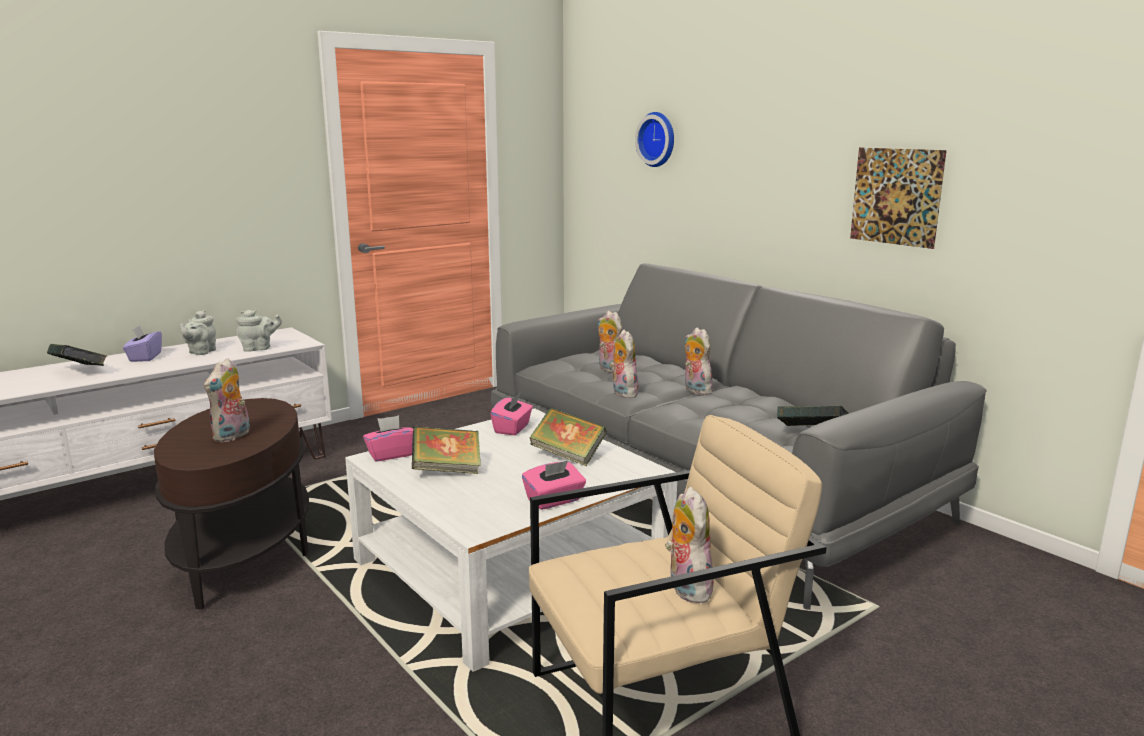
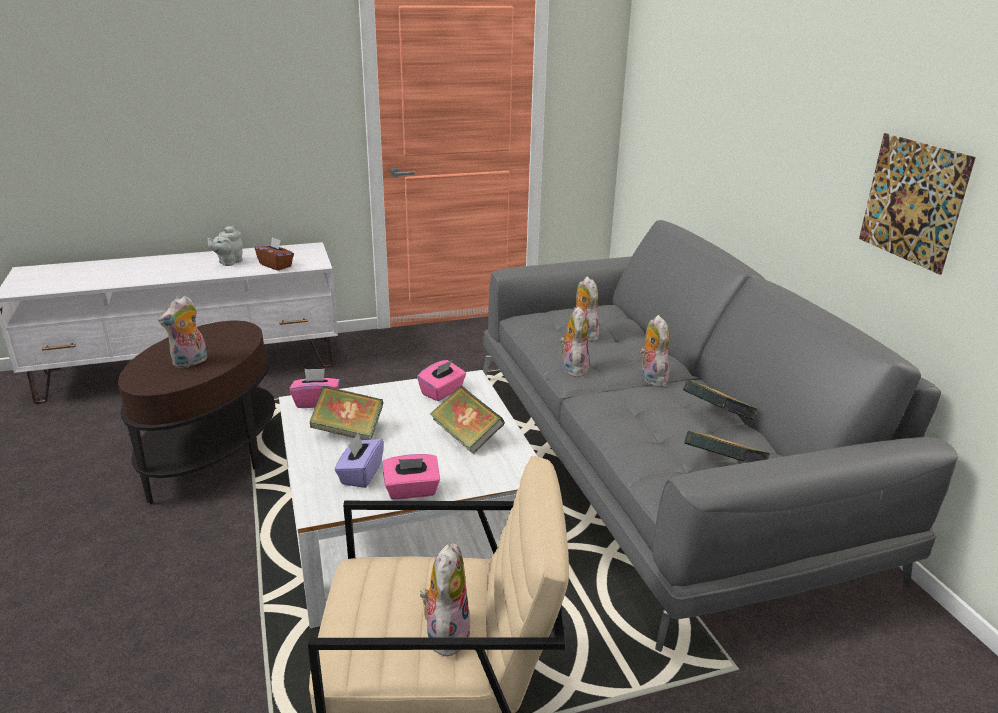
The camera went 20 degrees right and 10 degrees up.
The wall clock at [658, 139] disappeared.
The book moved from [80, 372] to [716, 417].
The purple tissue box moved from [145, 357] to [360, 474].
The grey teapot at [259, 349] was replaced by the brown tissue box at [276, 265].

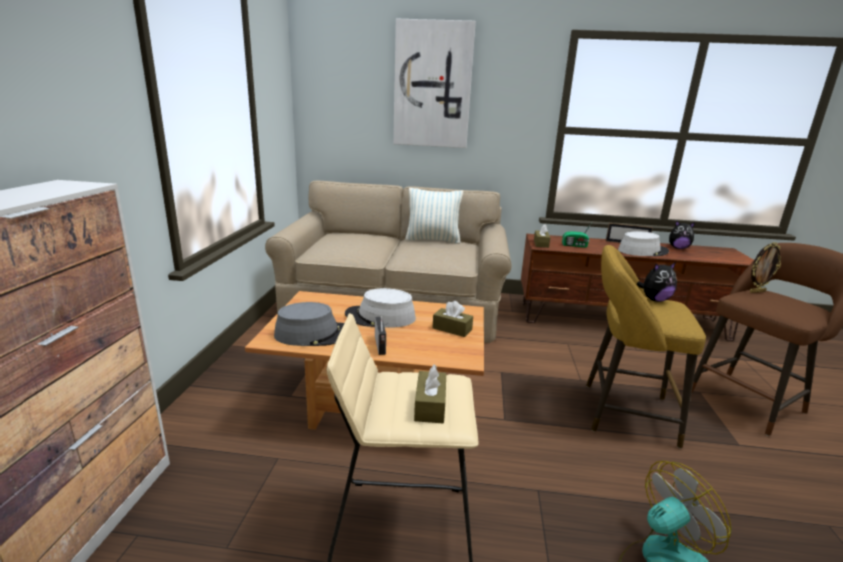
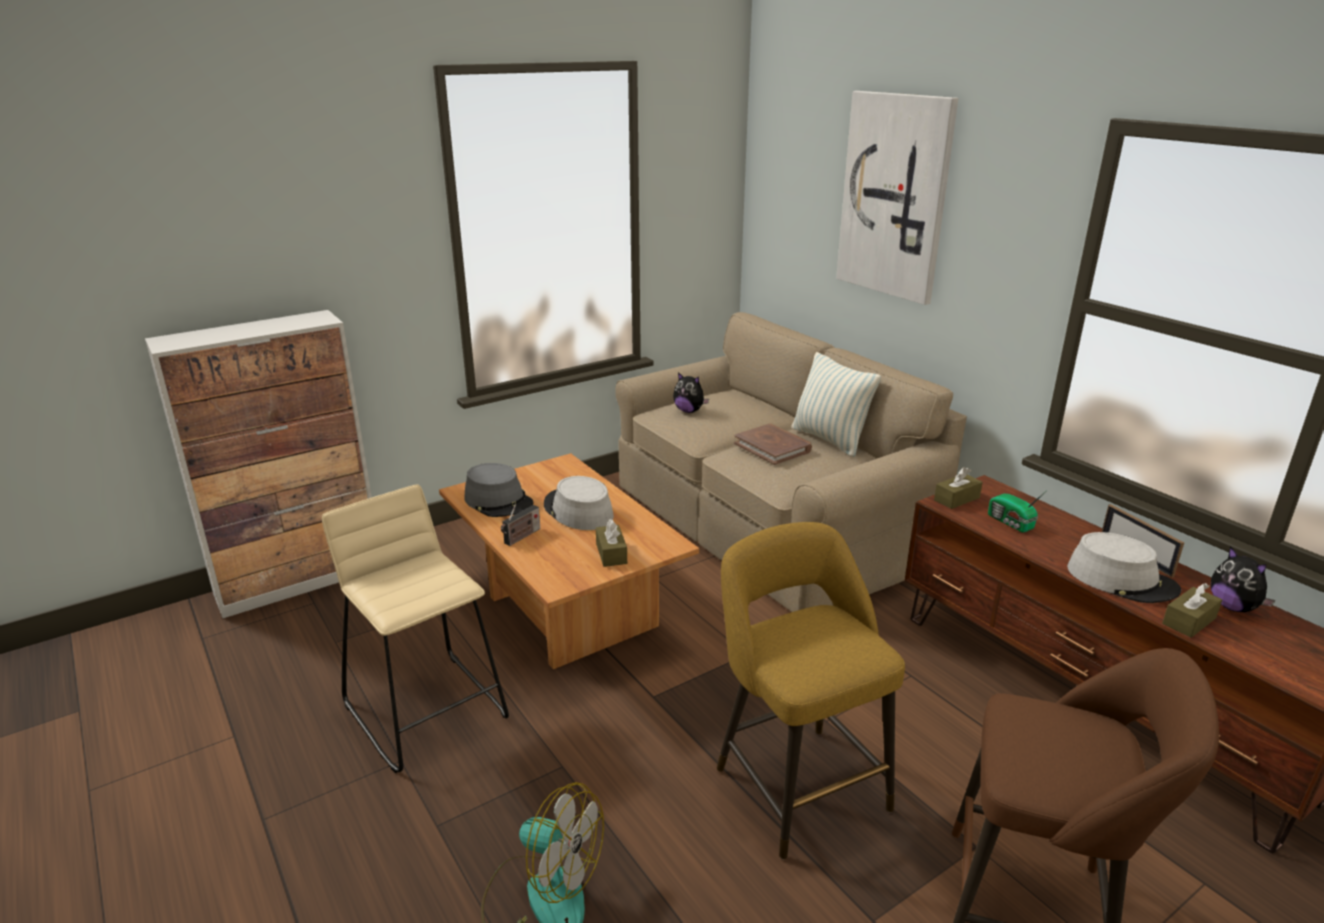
The camera went 50 degrees right and 5 degrees up.
The picture frame at [757, 291] disappeared.
The brown book at [772, 447] appeared.
The brown tissue box moved from [430, 405] to [1189, 621].
The plush toy moved from [654, 299] to [689, 411].

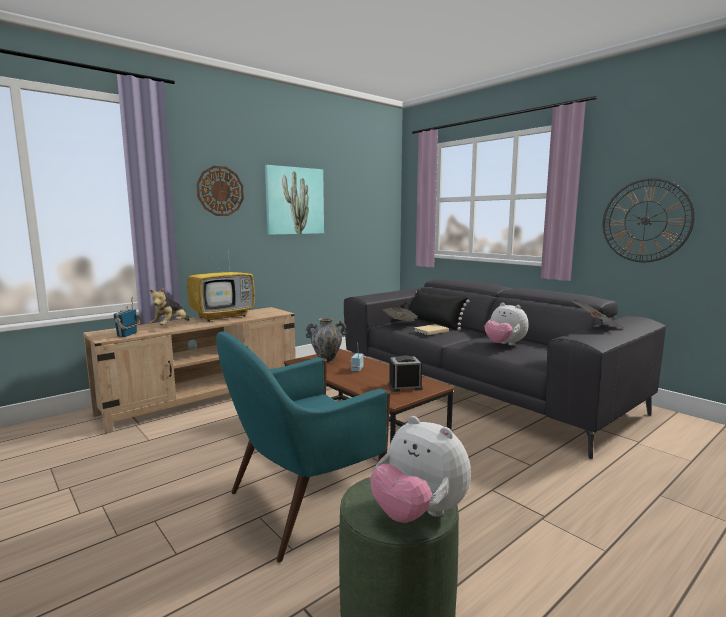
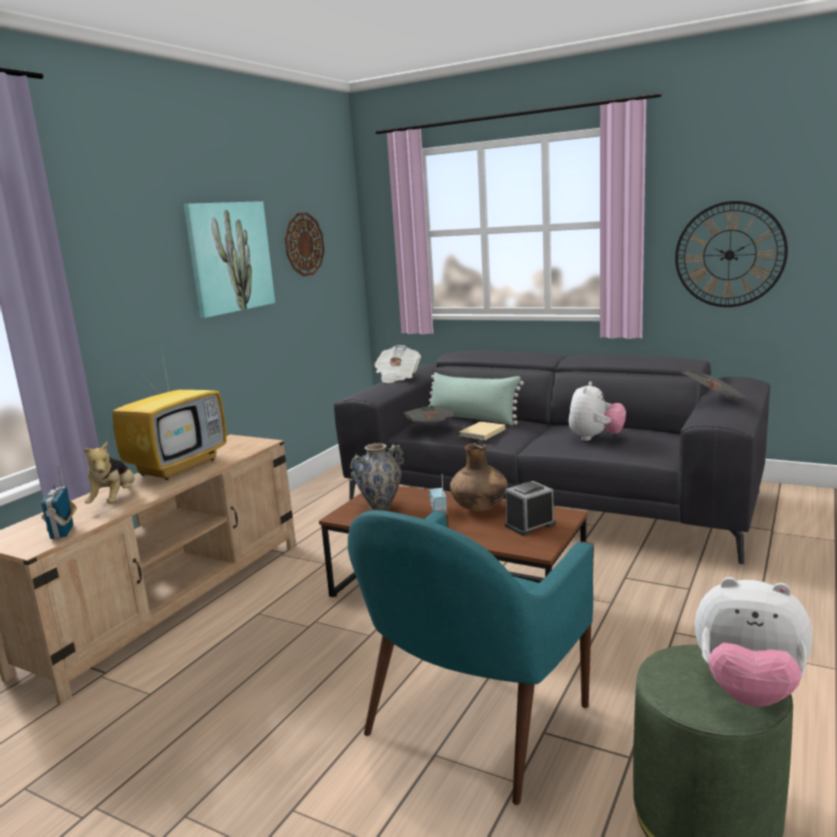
The camera went 20 degrees left and 5 degrees up.
The newspaper at [397, 377] appeared.
The brown vase at [480, 508] appeared.
The wall clock moved from [220, 191] to [304, 244].
The black pillow at [435, 323] became the green pillow at [472, 419].
The plush toy at [504, 345] turned 90 degrees counterclockwise.

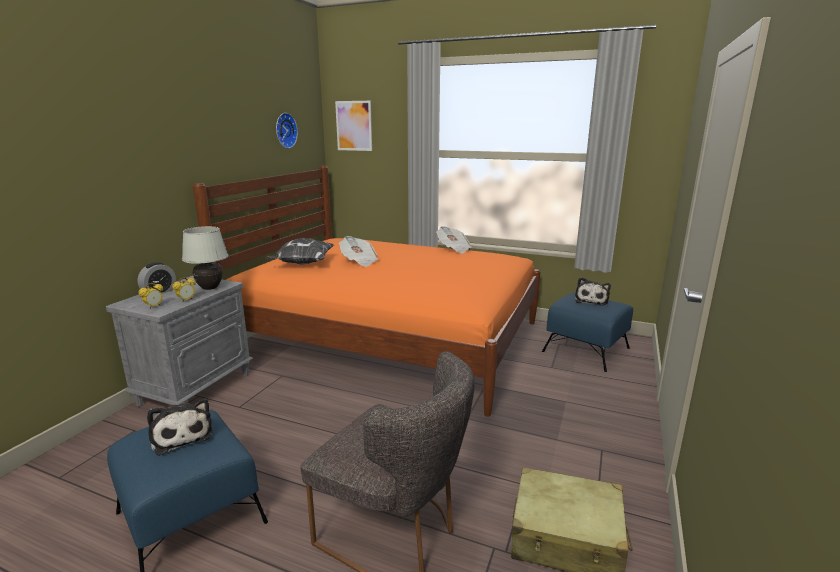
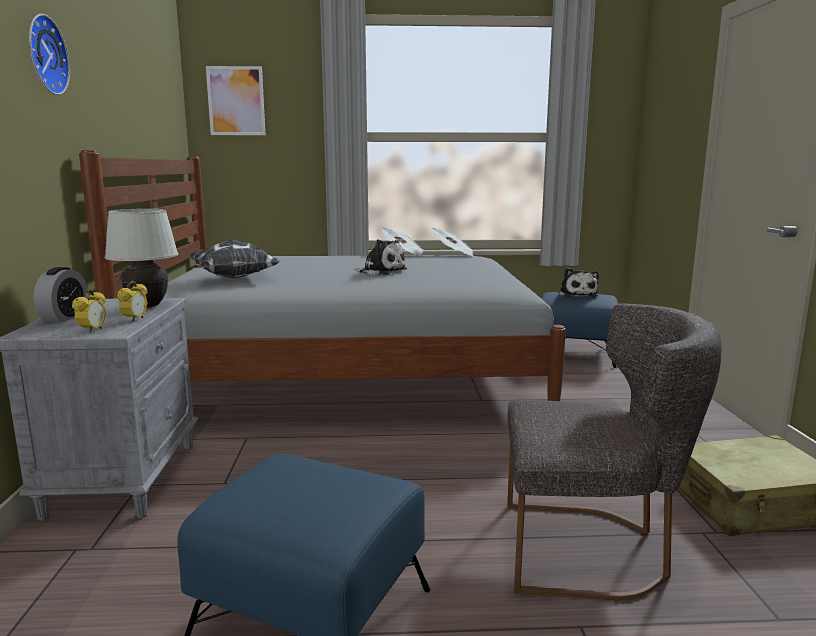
The camera went 25 degrees left and 5 degrees down.
The plush toy moved from [181, 435] to [381, 271].
The wall clock moved from [284, 130] to [43, 55].
The newspaper moved from [359, 261] to [453, 254].
The orange bed at [389, 339] became the grey bed at [348, 377].

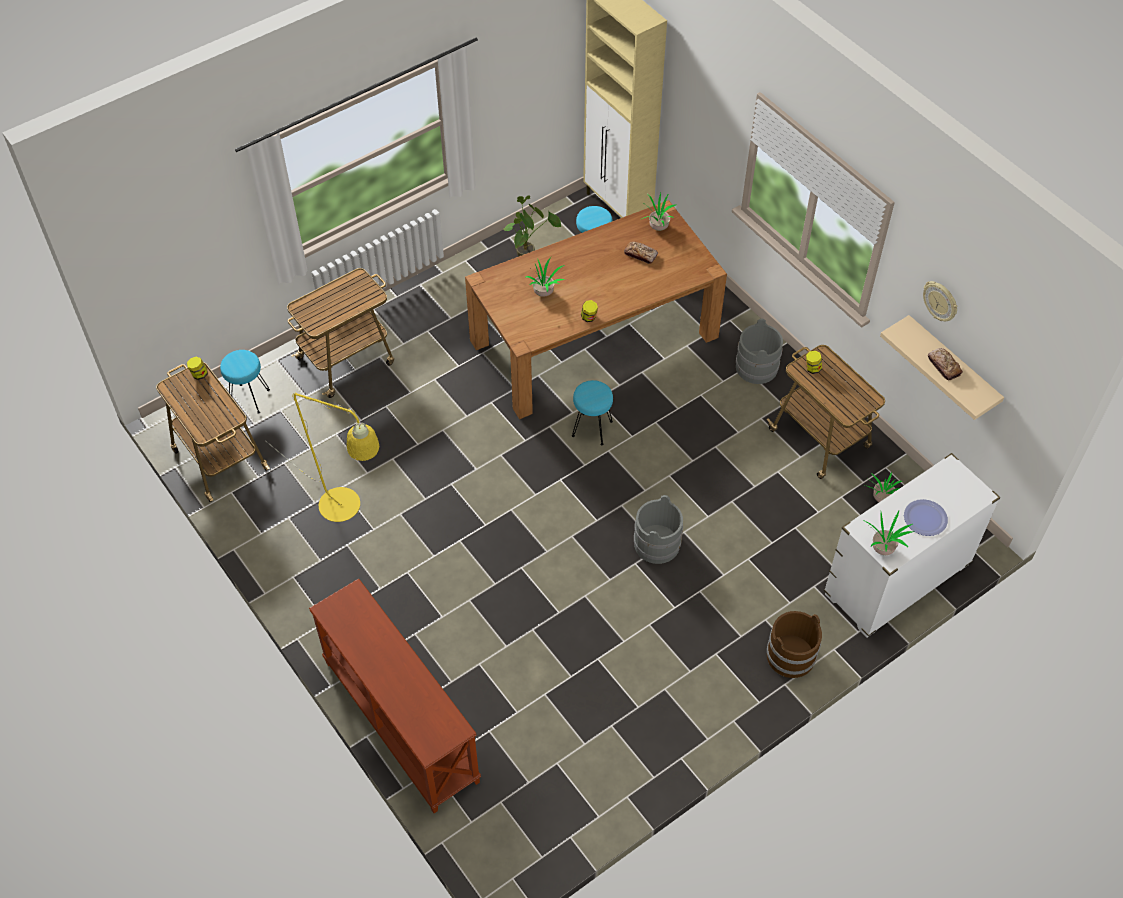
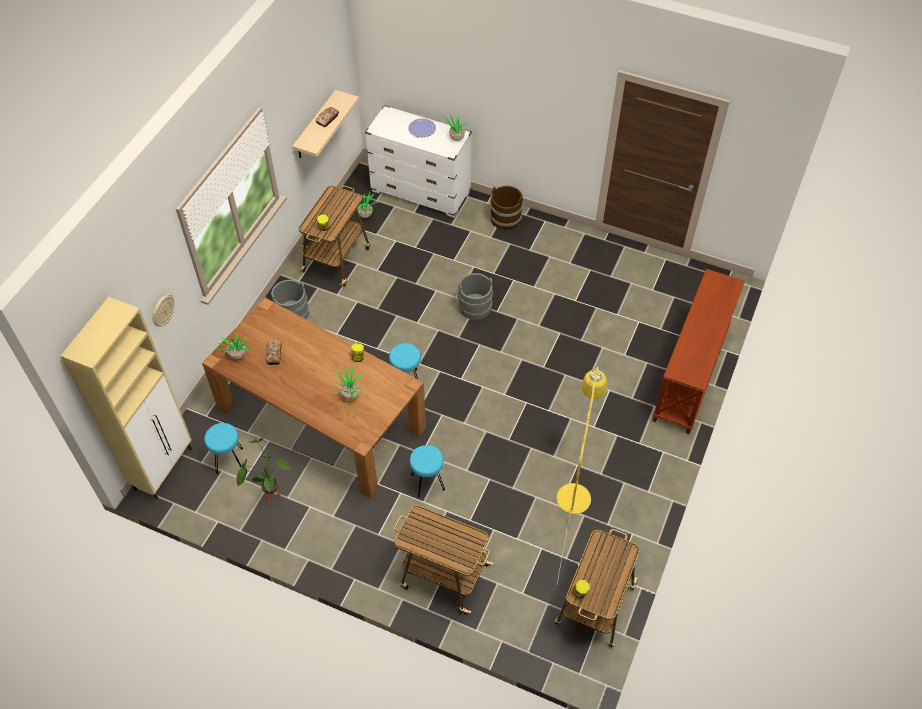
The camera went 120 degrees left and 0 degrees up.
The turquoise stool moved from [249, 398] to [427, 482].
The wall clock moved from [940, 301] to [162, 311].

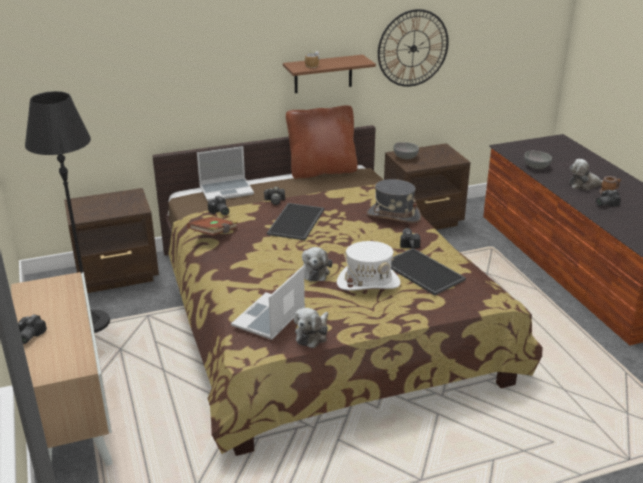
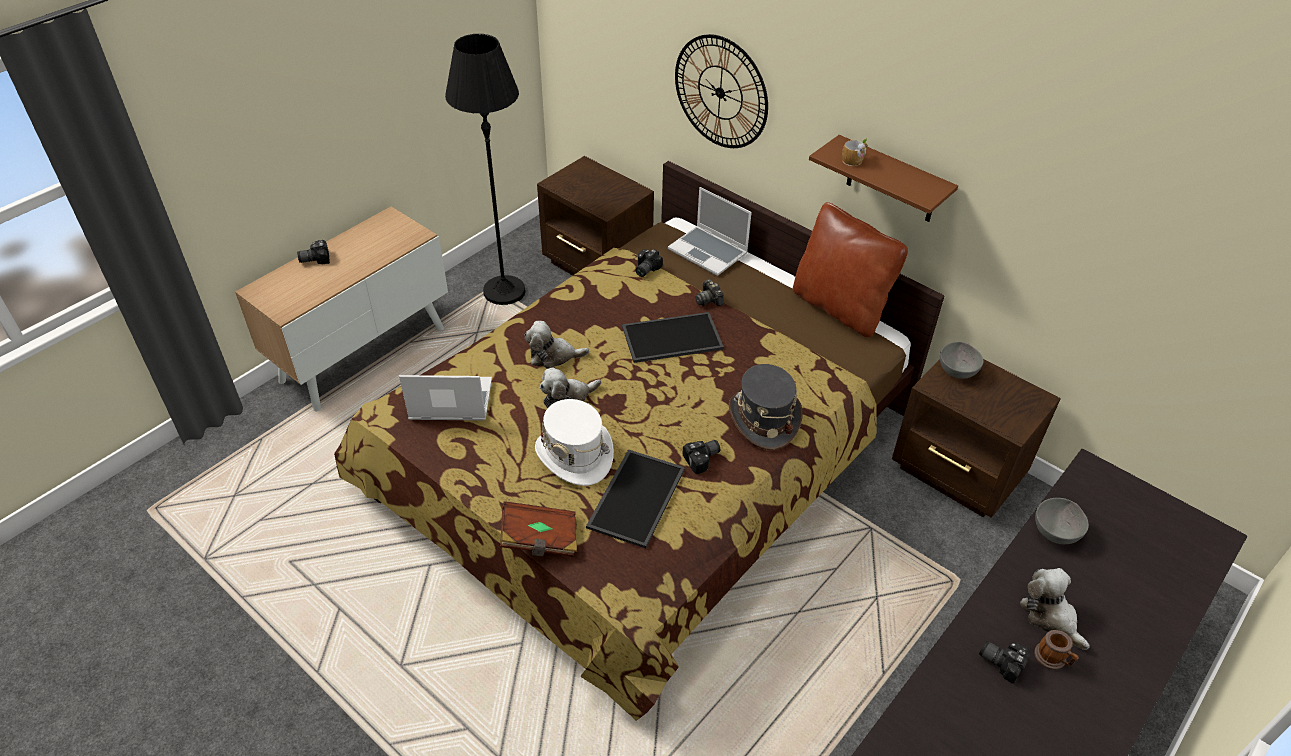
The camera went 60 degrees right and 15 degrees up.
The brown book moved from [214, 234] to [540, 540].
The plush toy moved from [312, 334] to [553, 356].
The wall clock moved from [413, 48] to [720, 92].

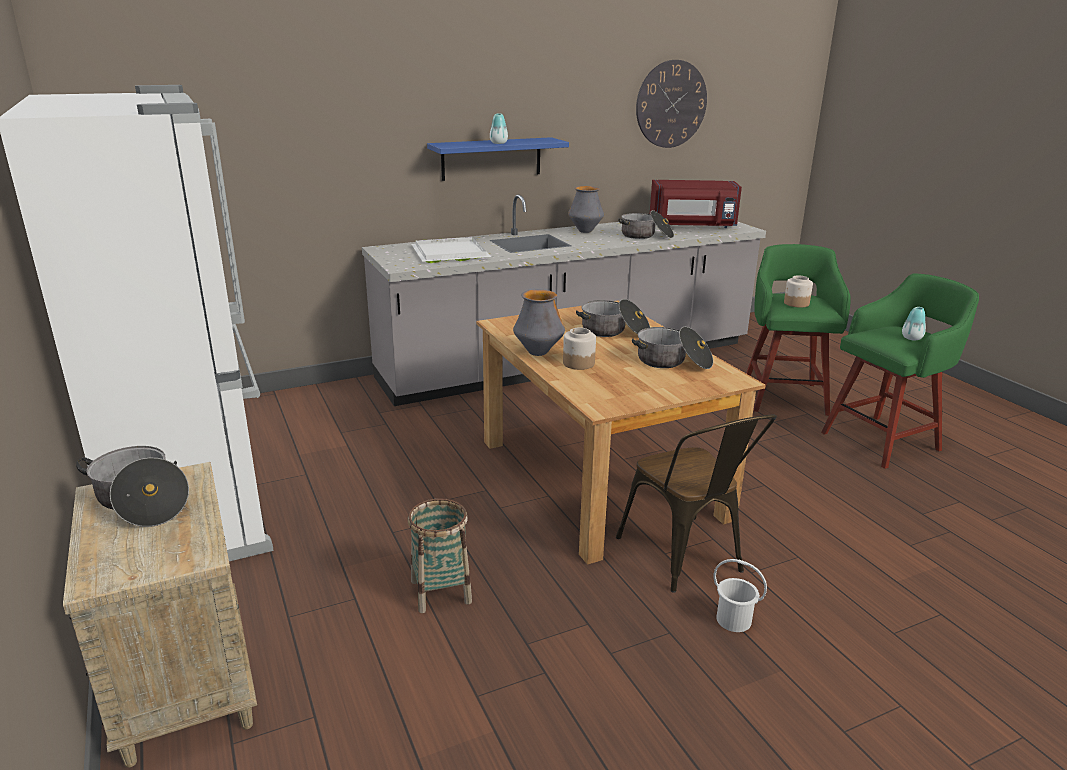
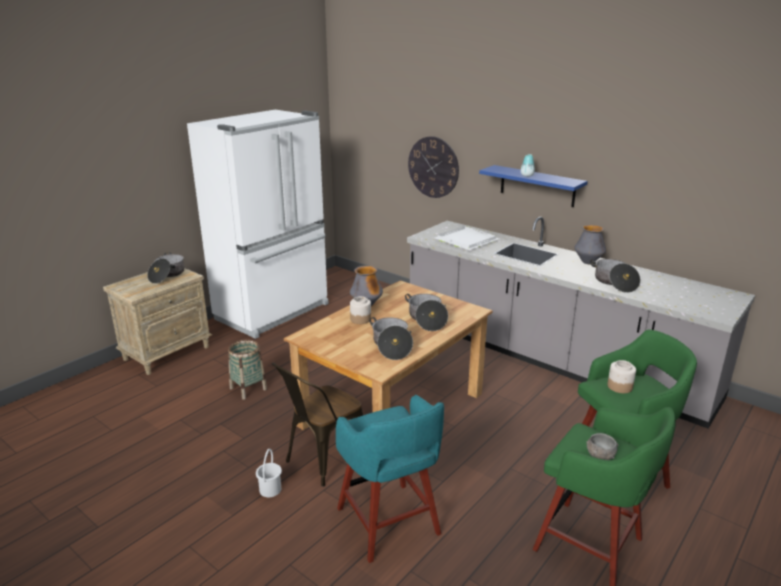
The camera went 65 degrees right and 0 degrees up.
The red microwave at [692, 226] disappeared.
The turquoise stool at [389, 523] appeared.
The wall clock moved from [671, 104] to [433, 167].
The vase at [911, 338] was replaced by the grey bowl at [600, 455].

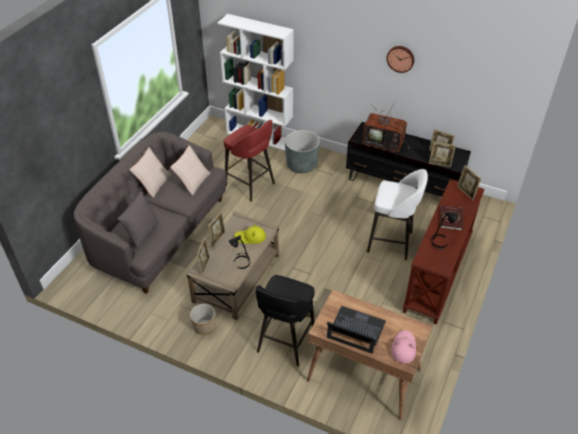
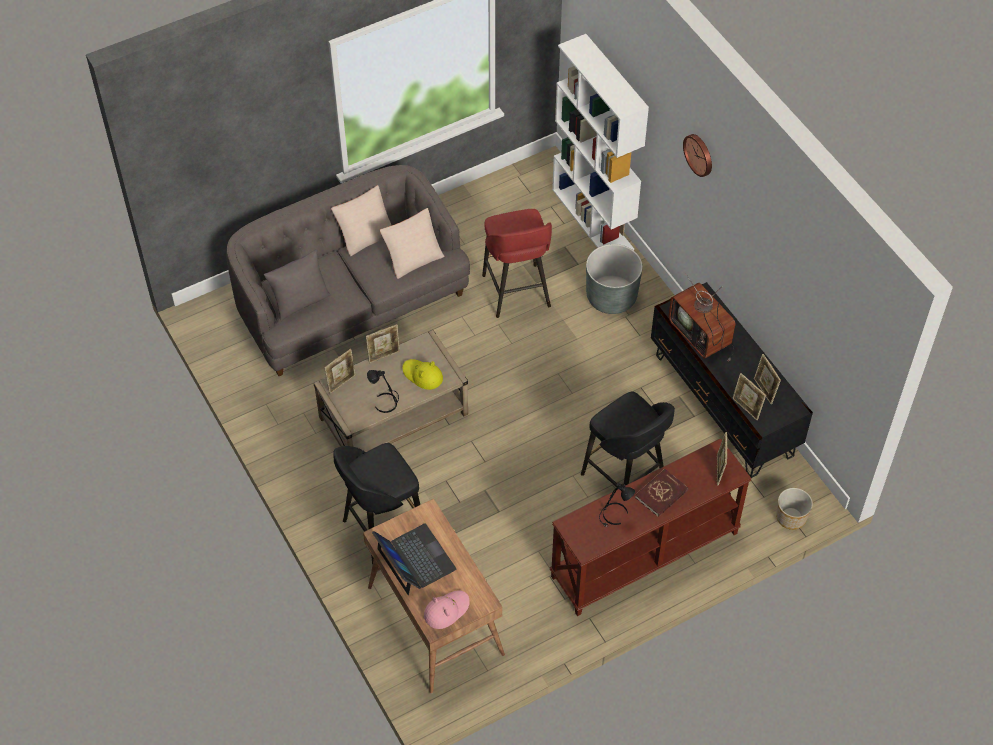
The camera went 35 degrees right and 10 degrees up.
The planter moved from [204, 326] to [791, 517].
The wall clock moved from [400, 58] to [699, 154].
The white stool at [391, 243] became the black stool at [625, 479].

